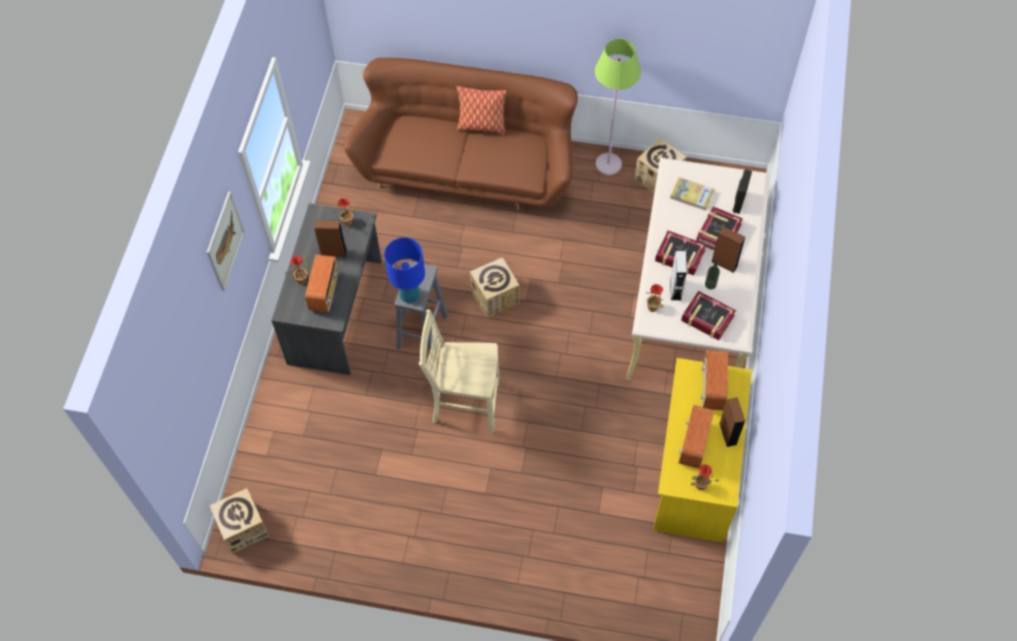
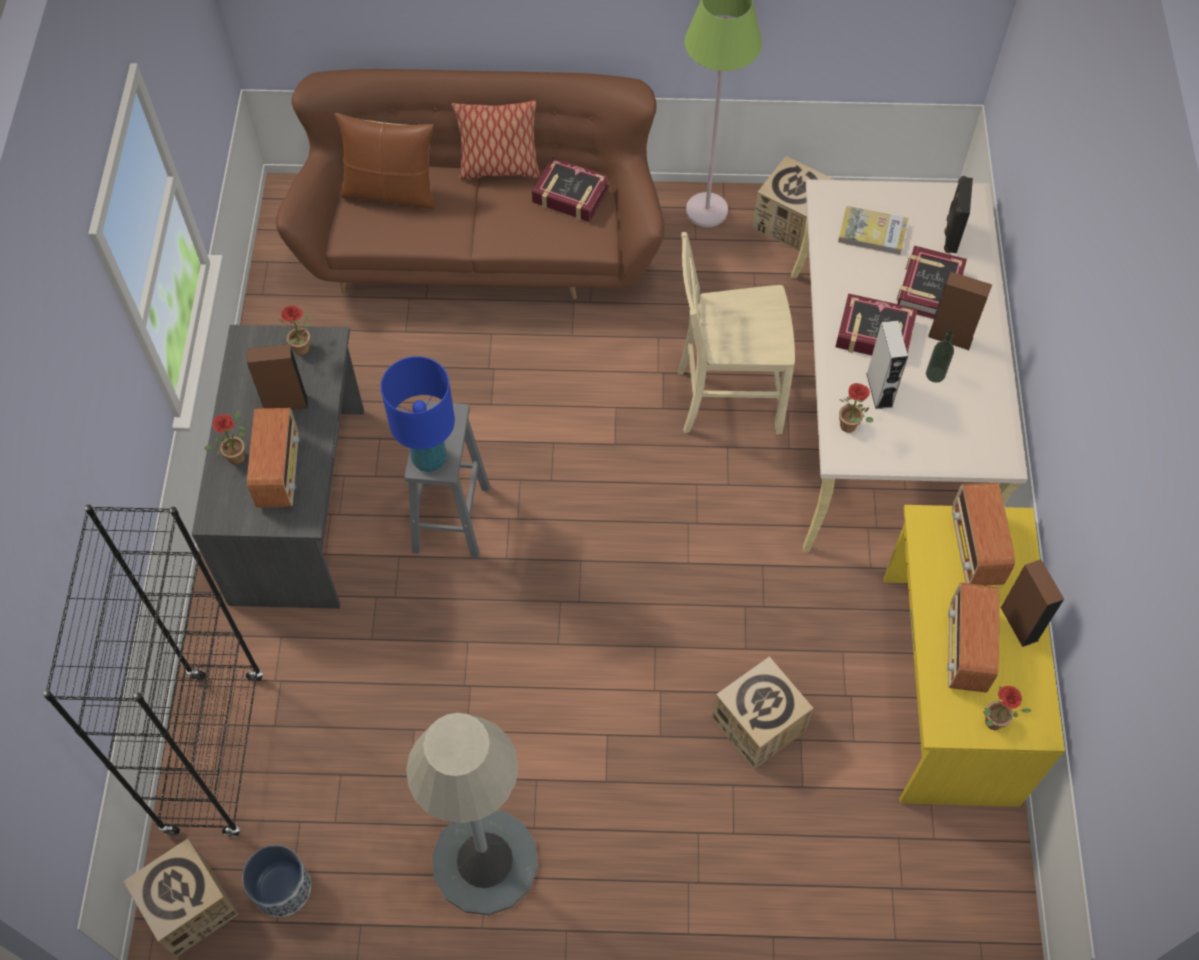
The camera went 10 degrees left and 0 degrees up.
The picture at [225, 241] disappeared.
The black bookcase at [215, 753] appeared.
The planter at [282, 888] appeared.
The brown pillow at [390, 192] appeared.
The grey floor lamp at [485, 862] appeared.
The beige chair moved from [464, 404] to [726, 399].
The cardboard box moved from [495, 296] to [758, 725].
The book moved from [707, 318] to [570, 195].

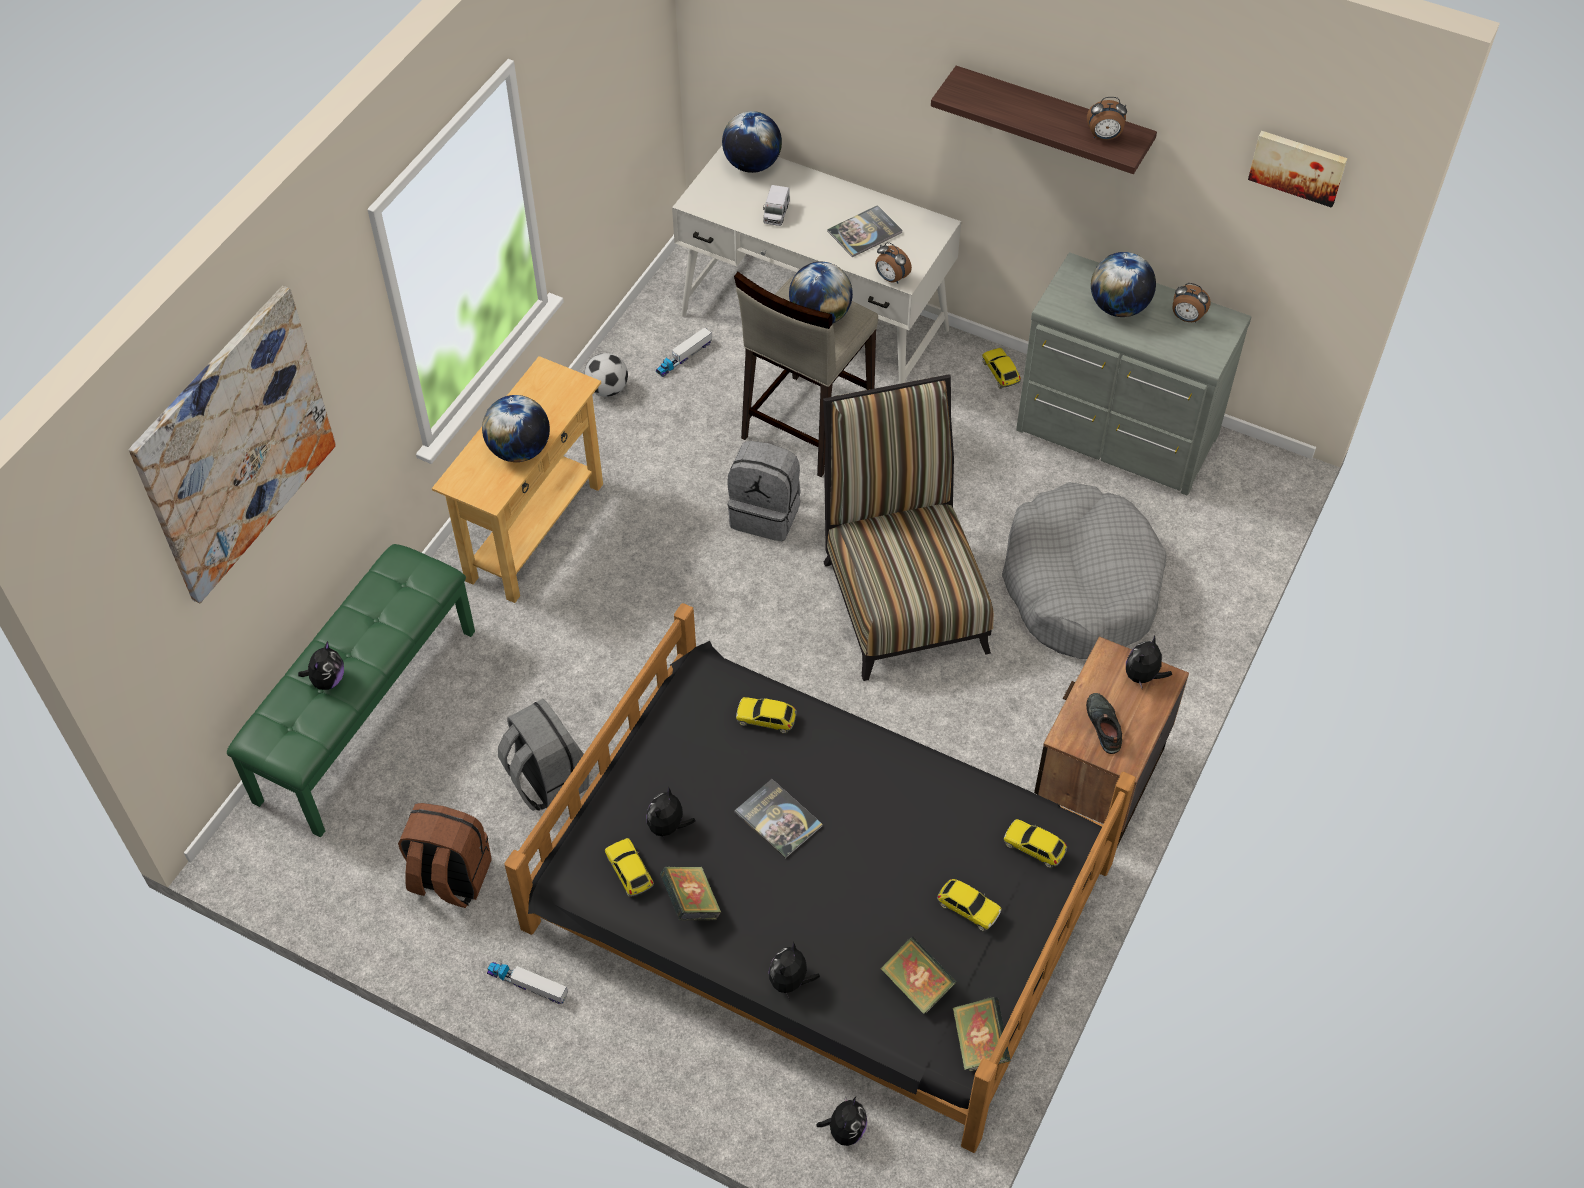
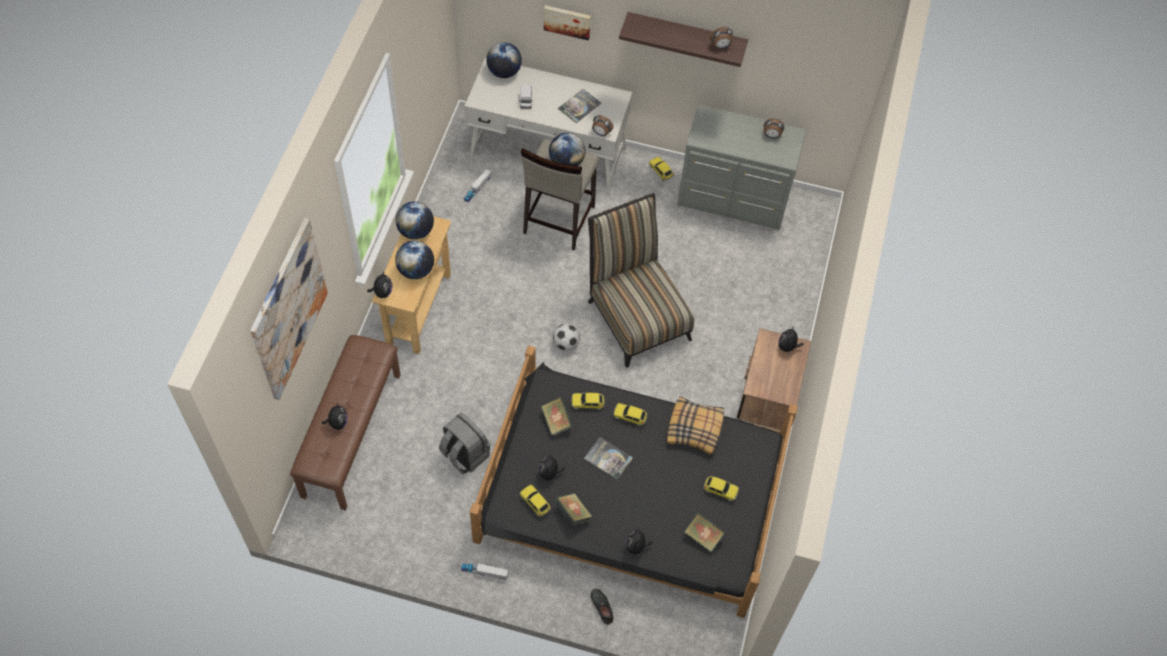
The camera went 15 degrees left and 5 degrees up.
The brown backpack at [449, 878] disappeared.
The grey backpack at [766, 513] disappeared.
The grey dog bed at [1080, 585] disappeared.
The pillow at [695, 429] appeared.
The football moved from [607, 389] to [566, 343].
The plush toy moved from [845, 1130] to [382, 292].
The book moved from [979, 1043] to [557, 421].
The toy car moved from [1034, 847] to [630, 416].
The black shoe moved from [1103, 725] to [601, 606].
The globe moved from [1119, 307] to [416, 231].
The picture moved from [1298, 166] to [567, 21].
The green bench at [366, 713] became the brown bench at [351, 434].

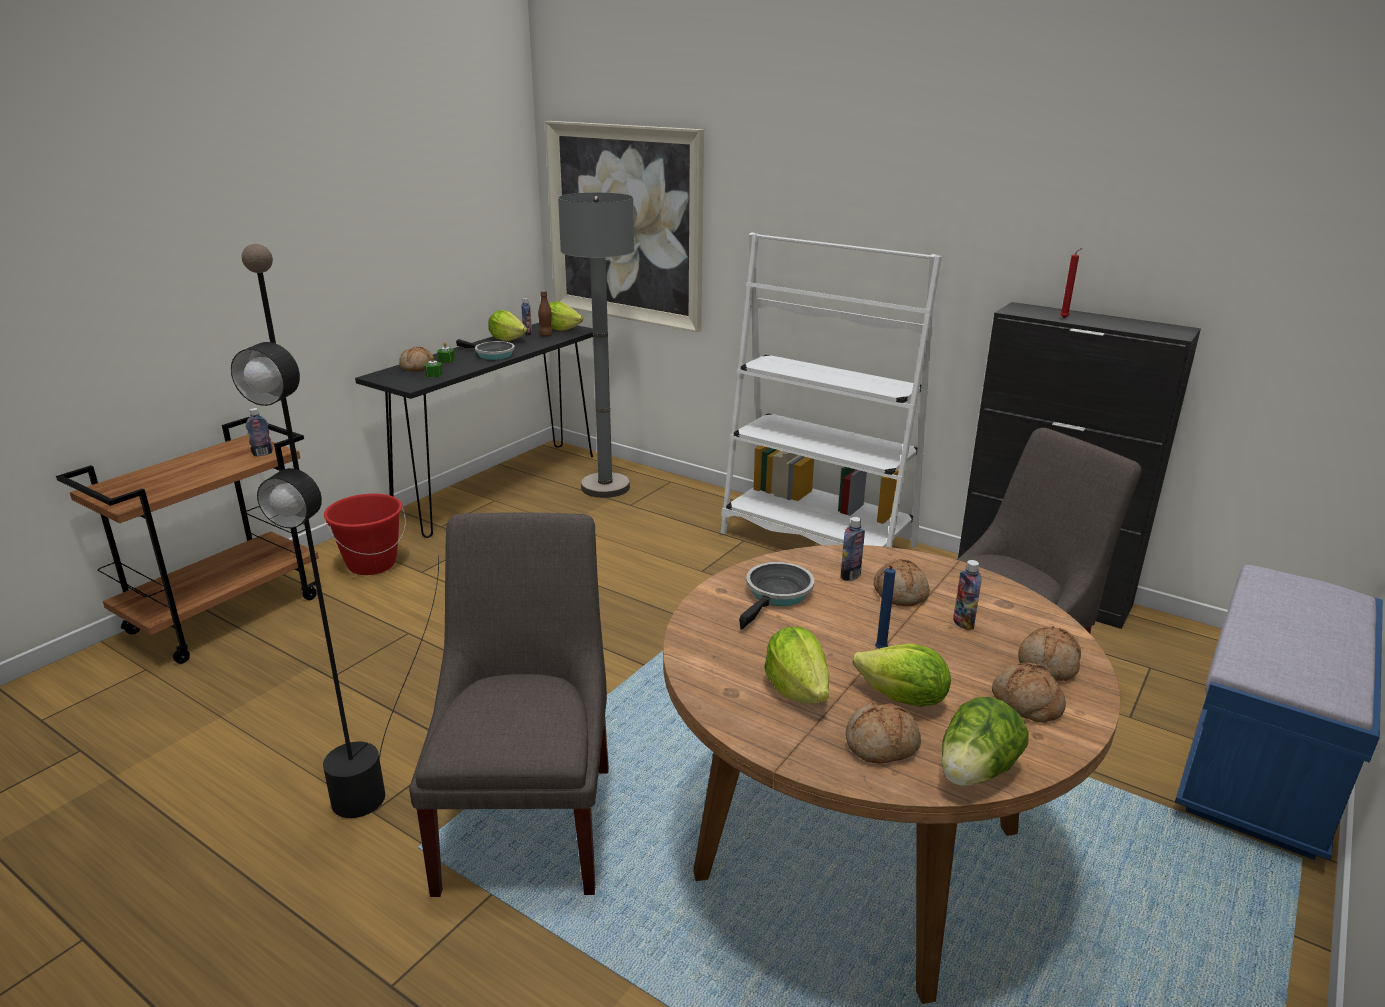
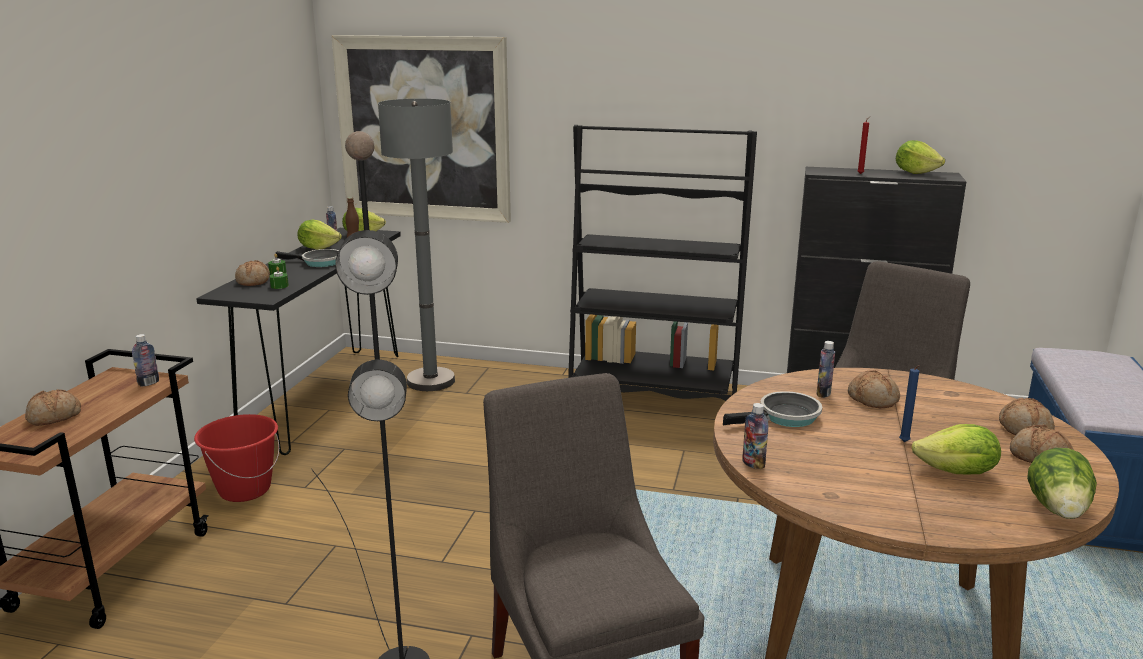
The camera went 20 degrees left and 5 degrees down.
The lettuce moved from [797, 689] to [915, 172].
The bread moved from [882, 745] to [54, 417].
The bottle moved from [963, 623] to [753, 464].
The white bookcase at [817, 540] became the black bookcase at [653, 395].
The frying pan at [777, 595] turned 60 degrees clockwise.

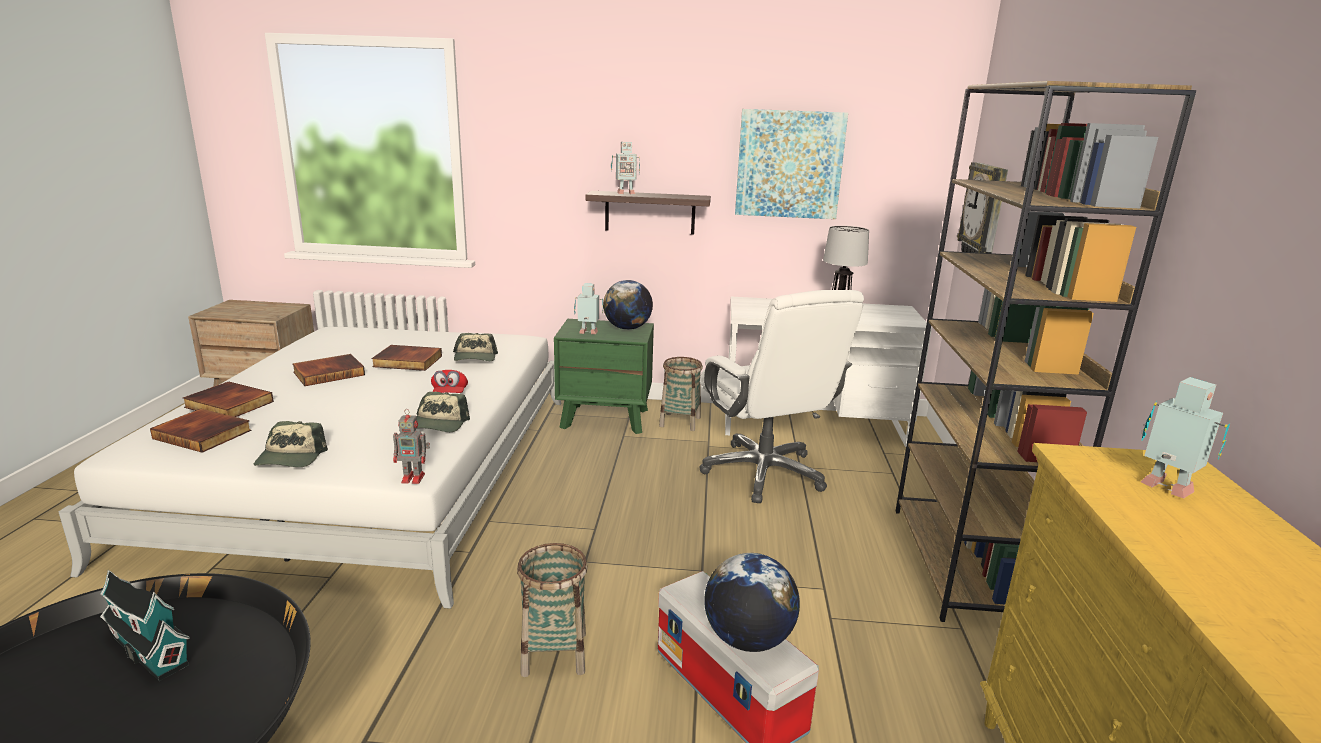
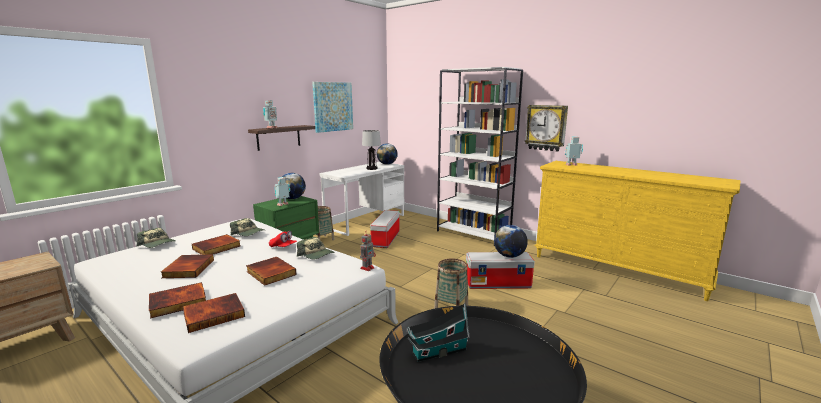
The camera went 55 degrees left and 5 degrees down.
The book at [270, 273] appeared.
The globe at [387, 164] appeared.
The cap moved from [290, 458] to [158, 244].
The wall clock moved from [985, 213] to [546, 127].
The white office chair at [764, 473] was replaced by the storage box at [386, 239].
The brown bookcase at [965, 564] became the white bookcase at [474, 233].

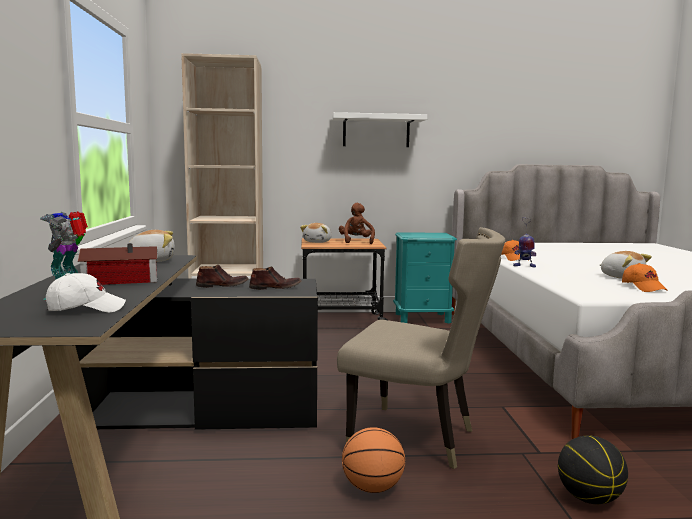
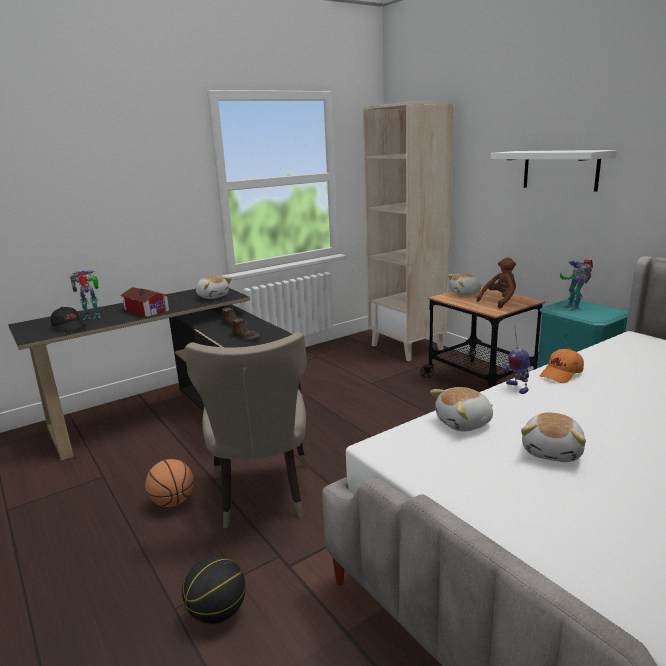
The camera went 60 degrees right and 10 degrees up.
The orange cap at [644, 288] disappeared.
The plush toy at [464, 423] appeared.
The toy robot at [573, 307] appeared.
The white cap at [86, 309] became the black cap at [70, 327].

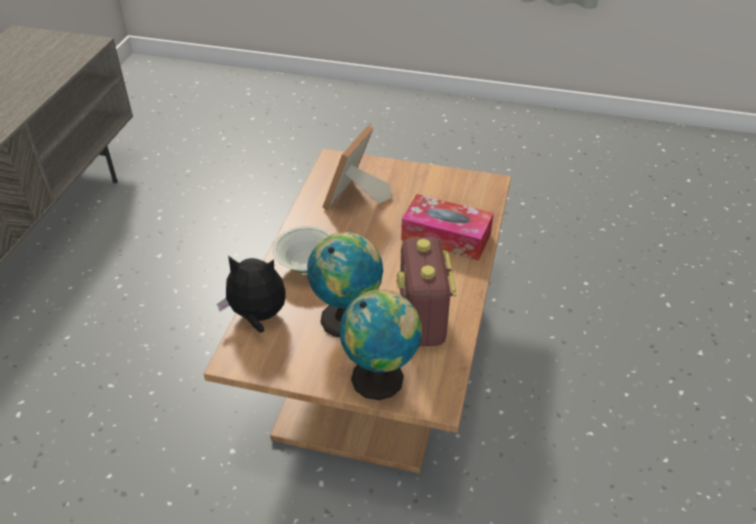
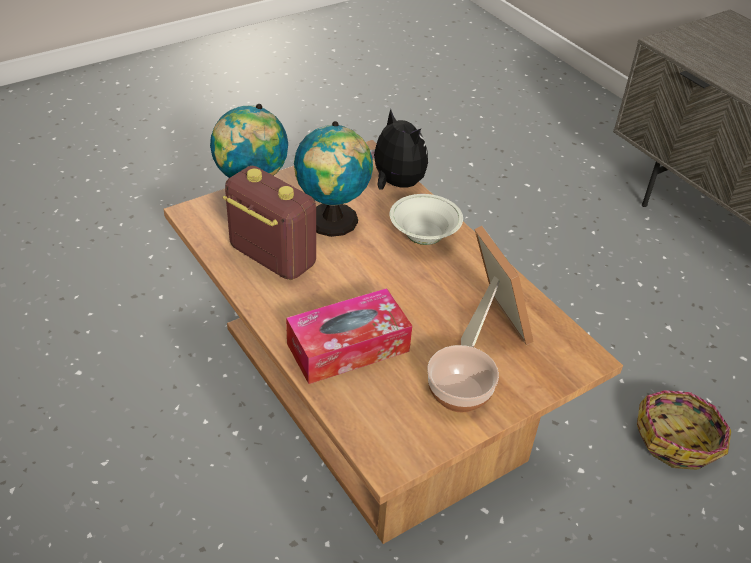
The camera went 130 degrees right and 0 degrees up.
The bowl at [460, 393] appeared.
The basket at [678, 439] appeared.
The plush toy at [257, 317] turned 90 degrees counterclockwise.

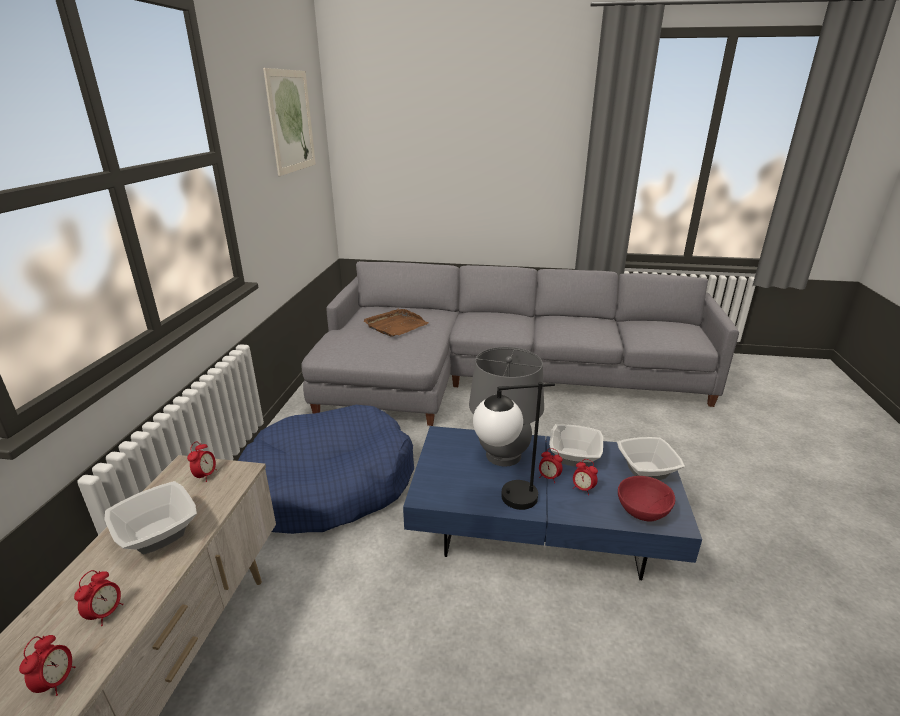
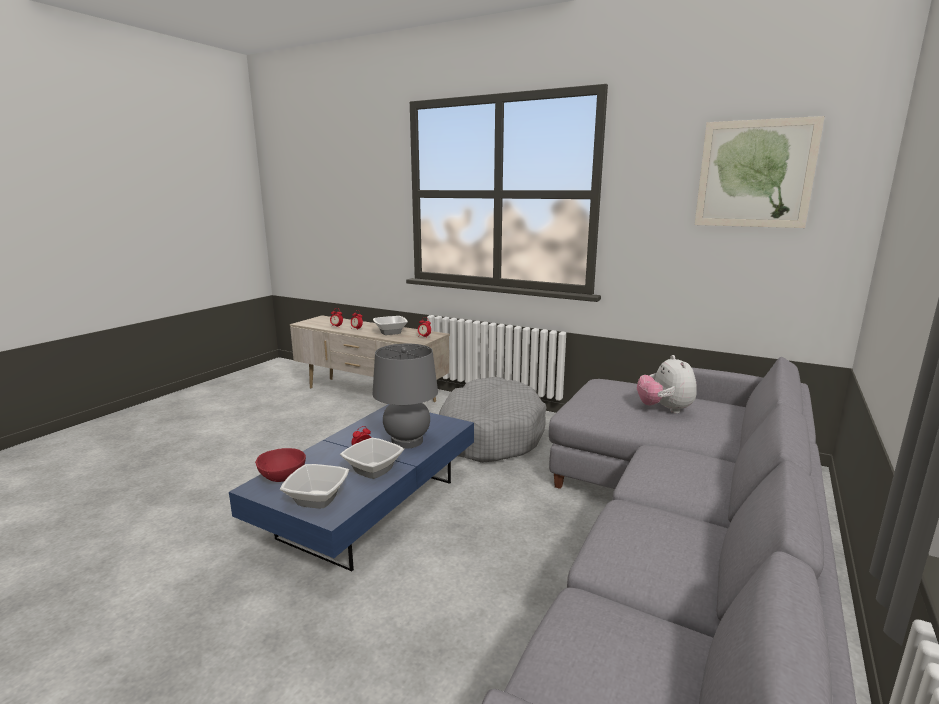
The camera went 110 degrees right and 10 degrees down.
The table lamp at [504, 498] disappeared.
The alarm clock at [583, 489] disappeared.
The brown tray at [395, 325] was replaced by the plush toy at [664, 409].
The blue dog bed at [329, 484] became the grey dog bed at [490, 434].

